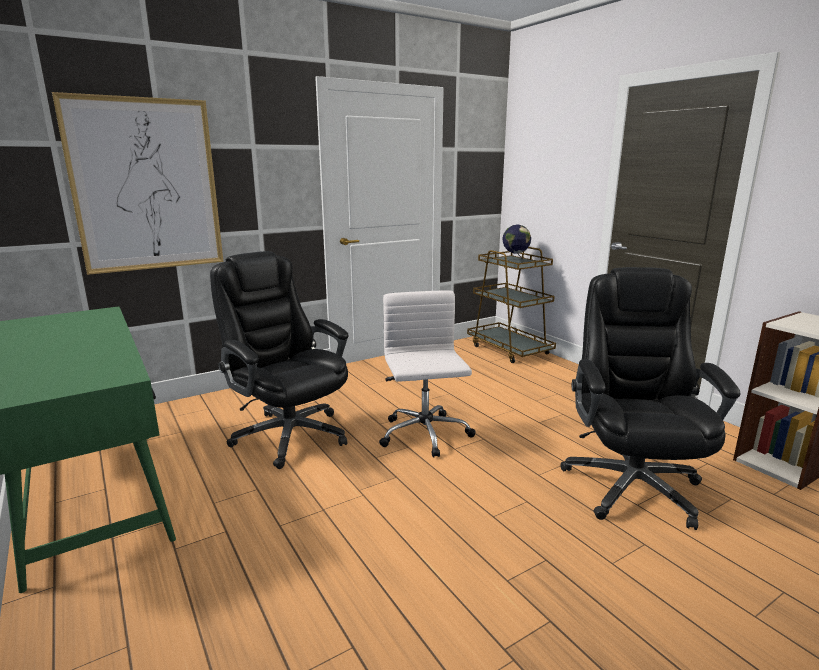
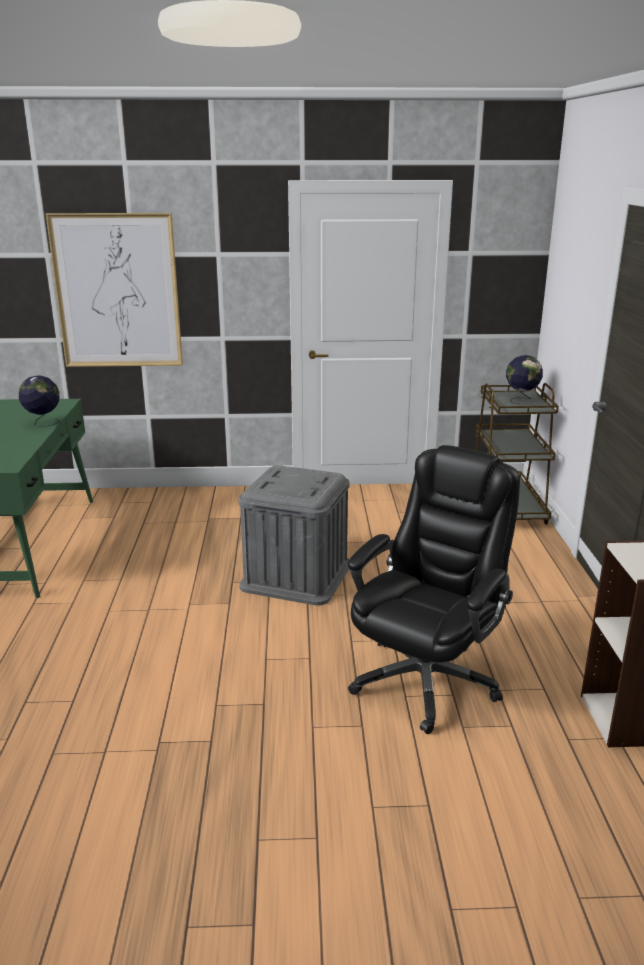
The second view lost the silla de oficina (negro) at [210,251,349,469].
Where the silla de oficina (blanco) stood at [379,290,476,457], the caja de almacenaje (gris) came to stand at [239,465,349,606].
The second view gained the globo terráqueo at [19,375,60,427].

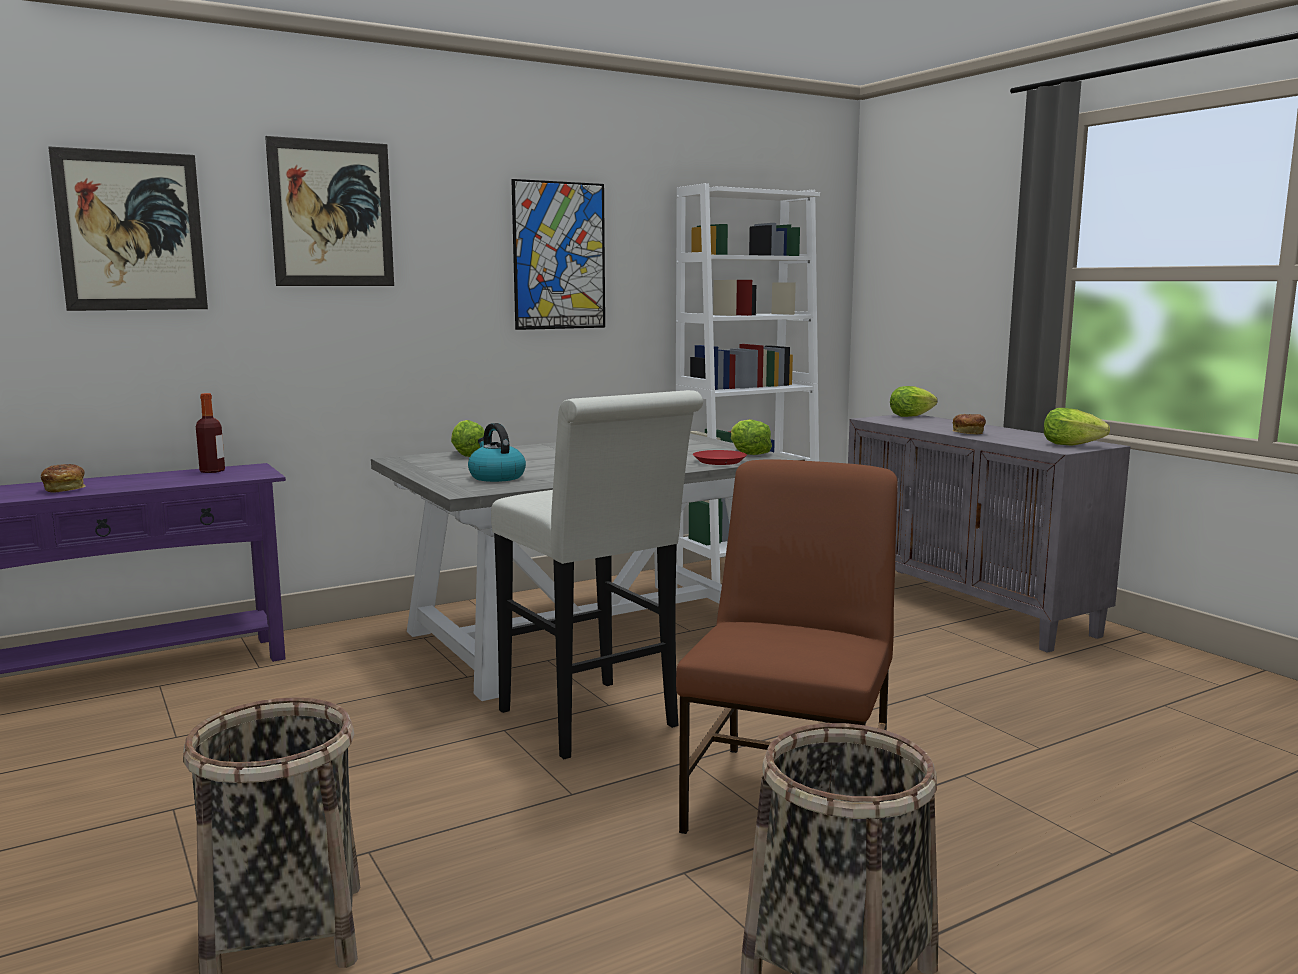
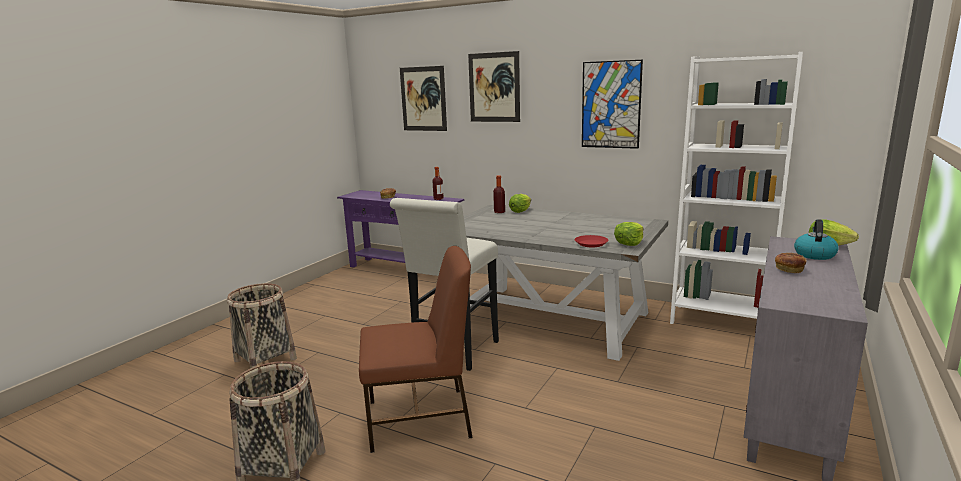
The second view lost the lechuga at [1044,408,1110,446].
The hervidor ended up elsewhere, having gone from [468,423,526,482] to [794,219,839,260].
The second view gained the botella at [493,175,505,213].

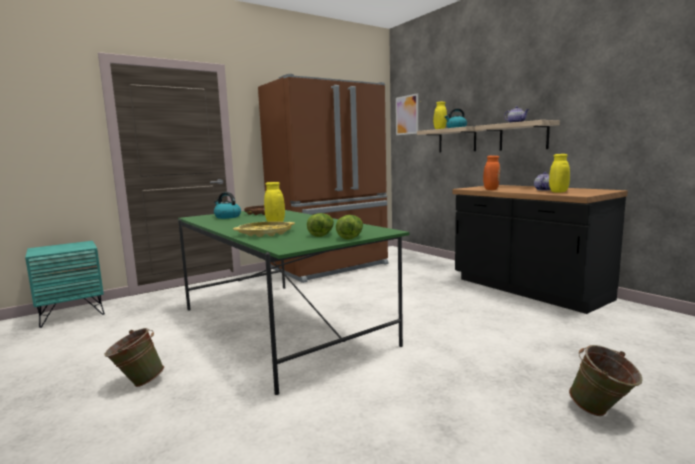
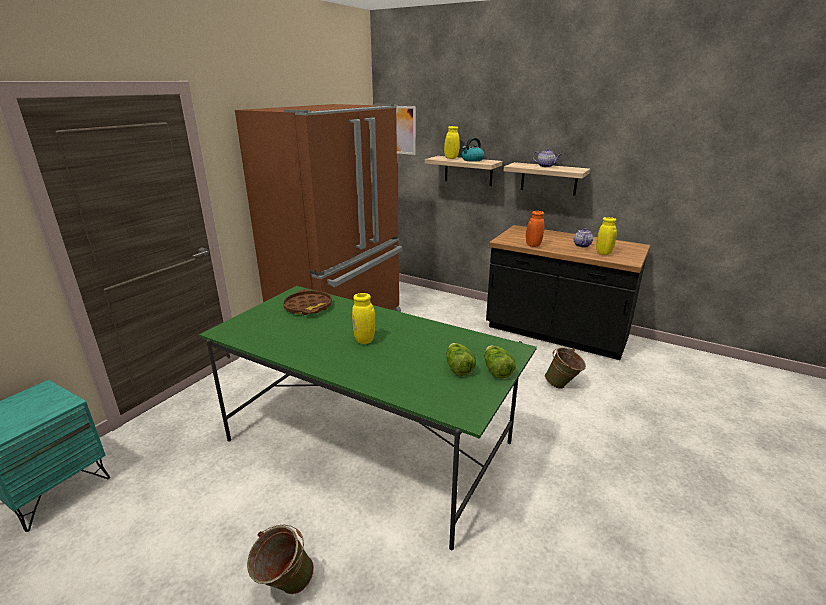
The second view lost the hervidor at [214,192,241,219].
The second view lost the bandeja (amarillo) at [233,221,295,237].
The cubo (verde) ended up elsewhere, having gone from [569,345,643,416] to [545,347,586,389].

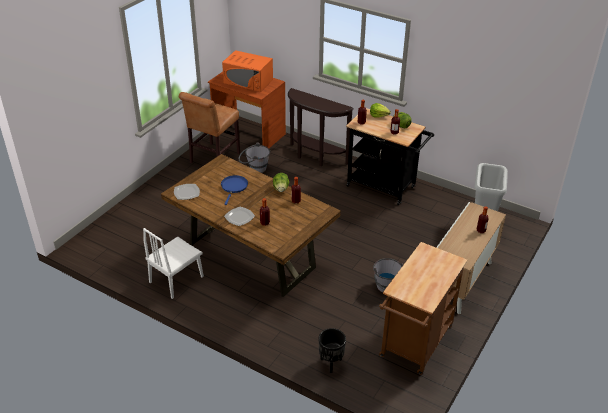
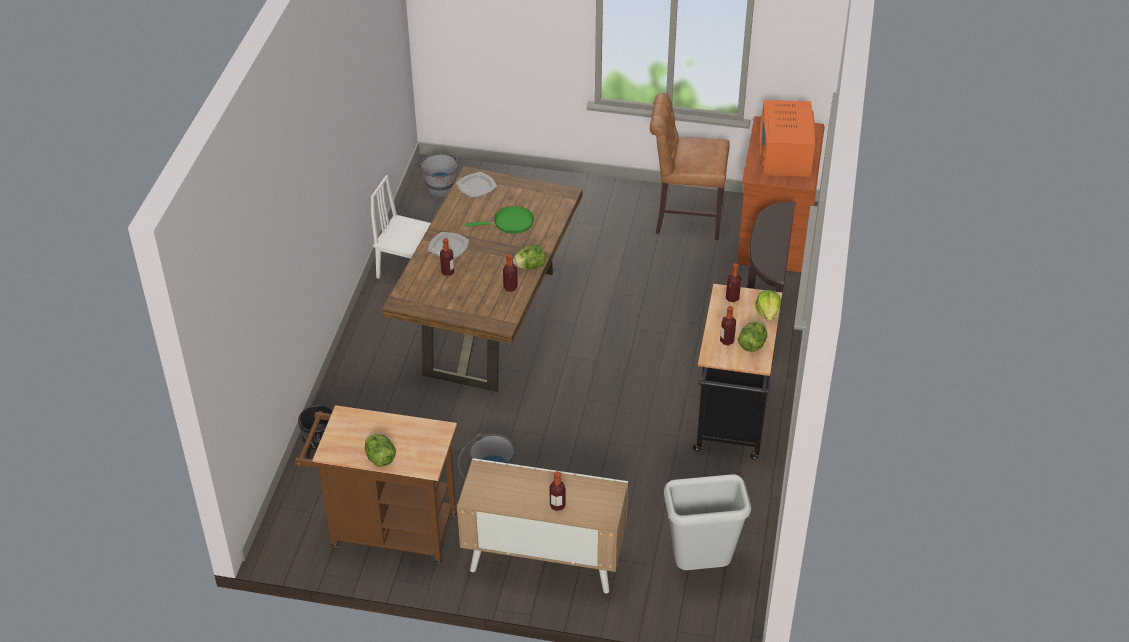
The cubo (gris) ended up elsewhere, having gone from [239,143,270,173] to [415,153,459,197].
What was the sartén (azul) at [221,175,248,205] turned into the sartén (verde) at [465,206,534,234].
The second view gained the lechuga at [365,433,396,467].

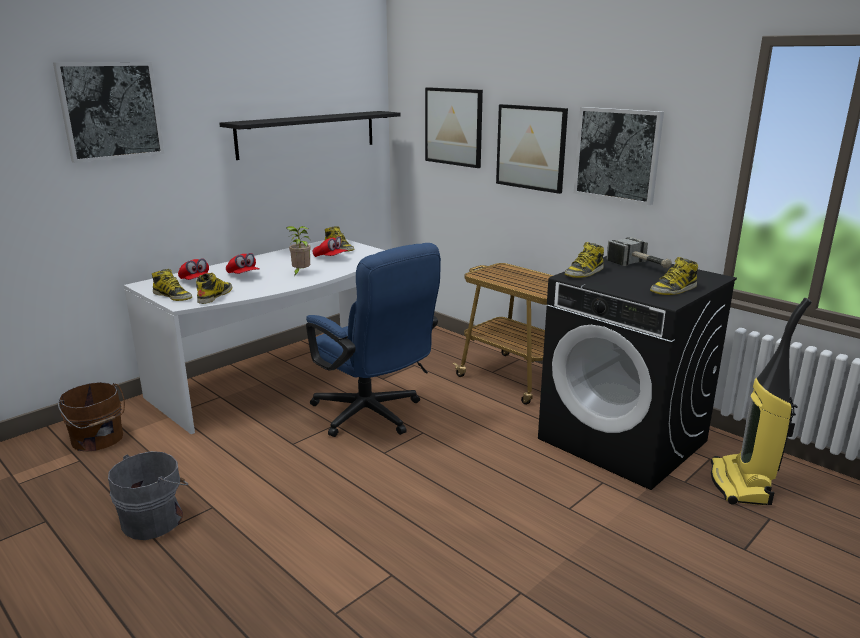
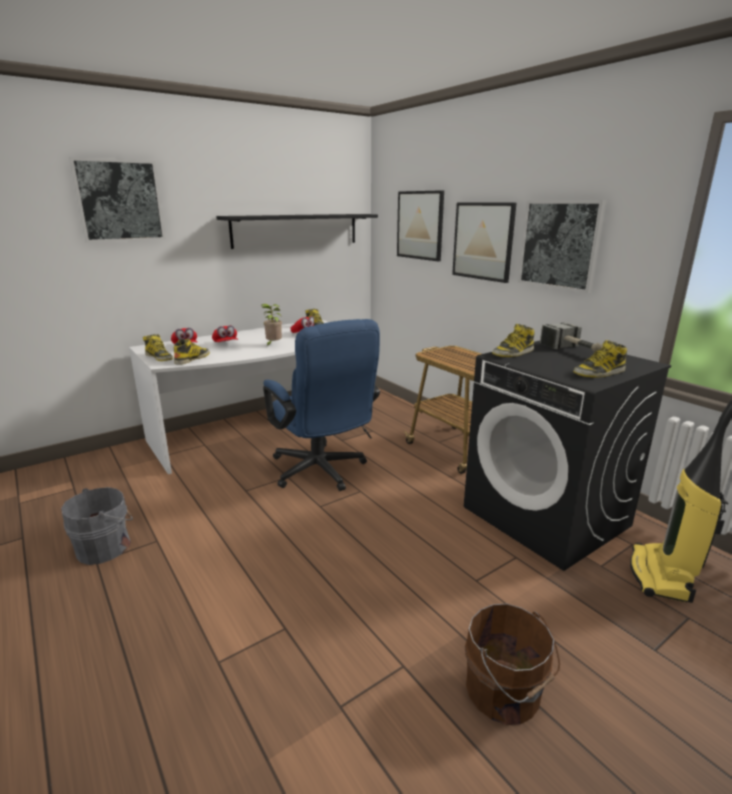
The cubo (marrón) ended up elsewhere, having gone from [58,382,125,452] to [465,604,560,725].

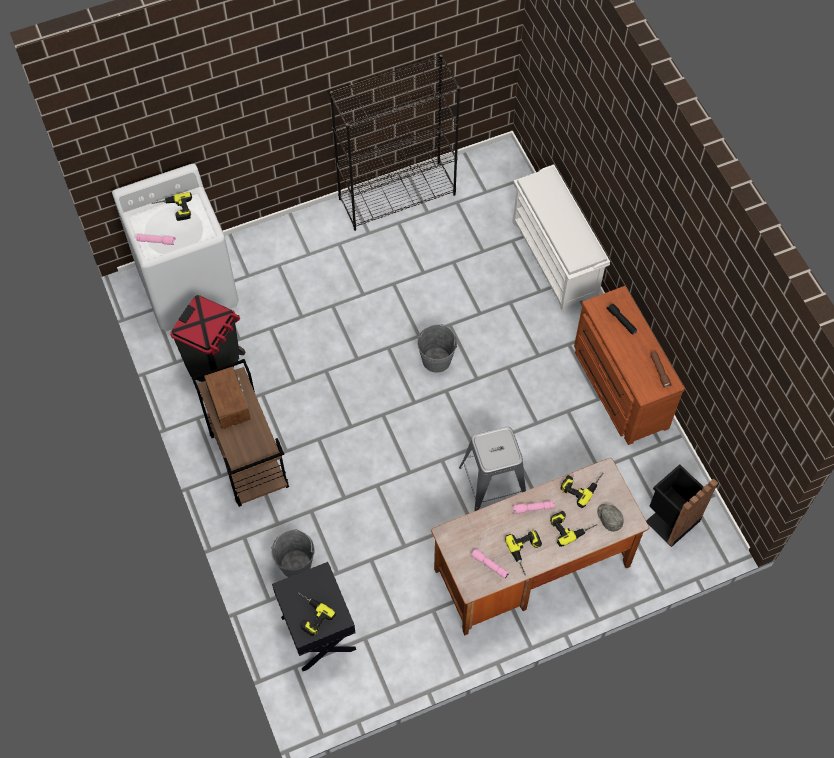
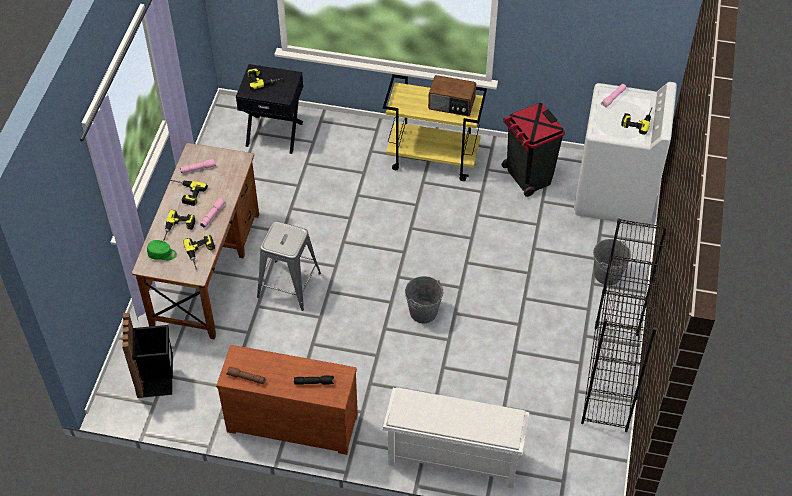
What was the carrito (marrón) at [192,359,289,507] turned into the carrito (amarillo) at [383,74,487,181].
What was the gorra (gris) at [597,504,624,531] turned into the gorra (verde) at [147,240,177,260].
The cubo (gris) ended up elsewhere, having gone from [271,529,315,577] to [593,239,631,285].

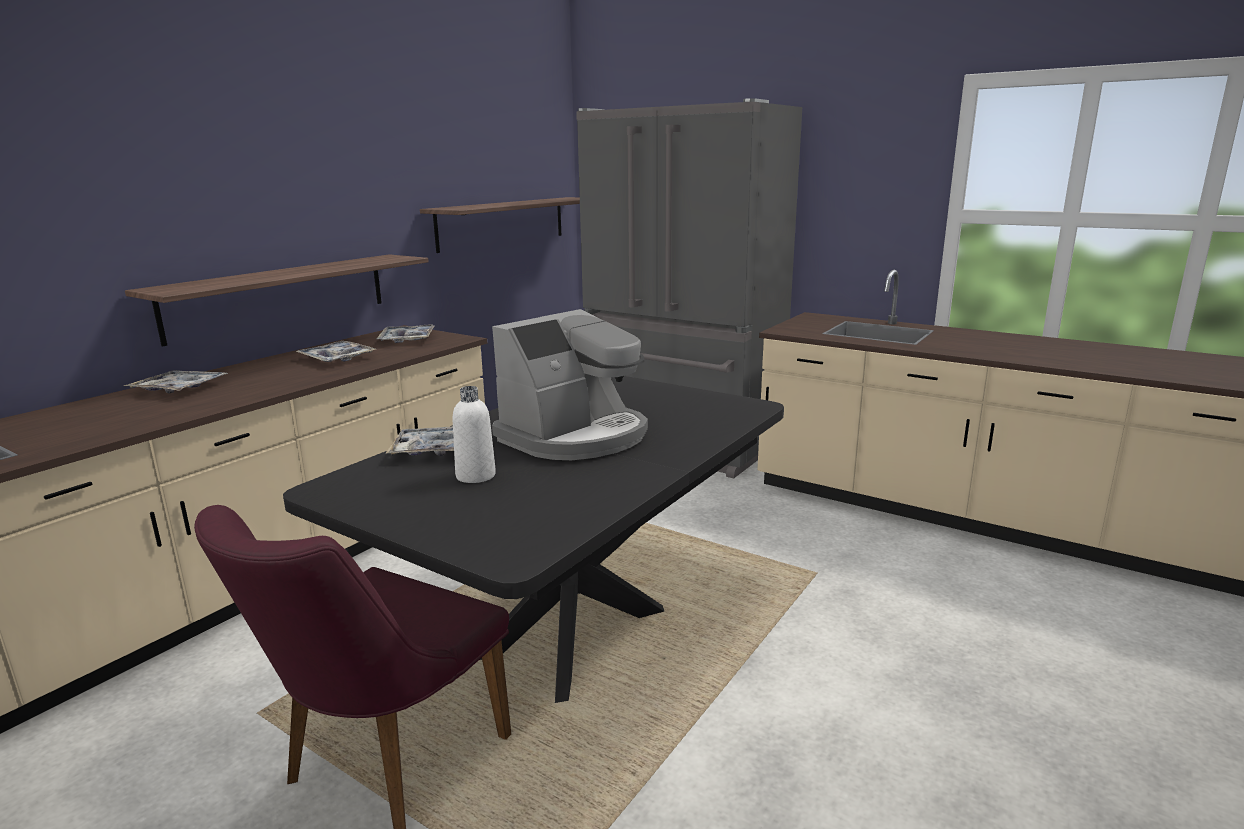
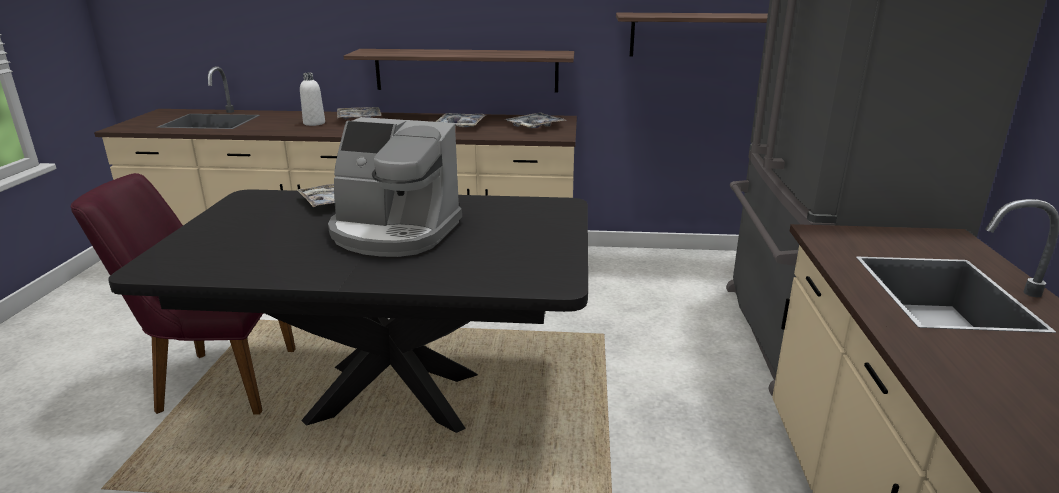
The botella (blanco) ended up elsewhere, having gone from [453,386,496,483] to [300,73,325,126].

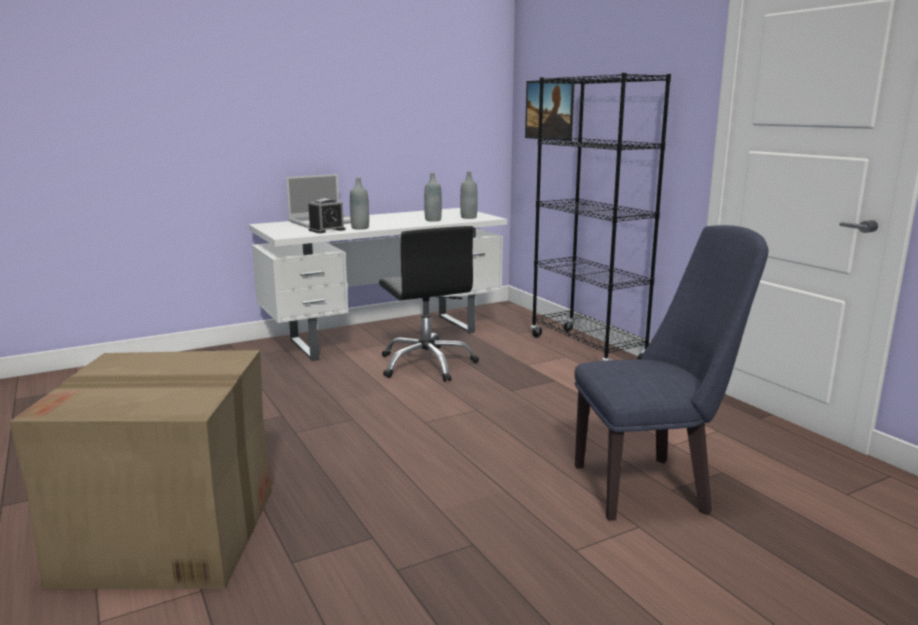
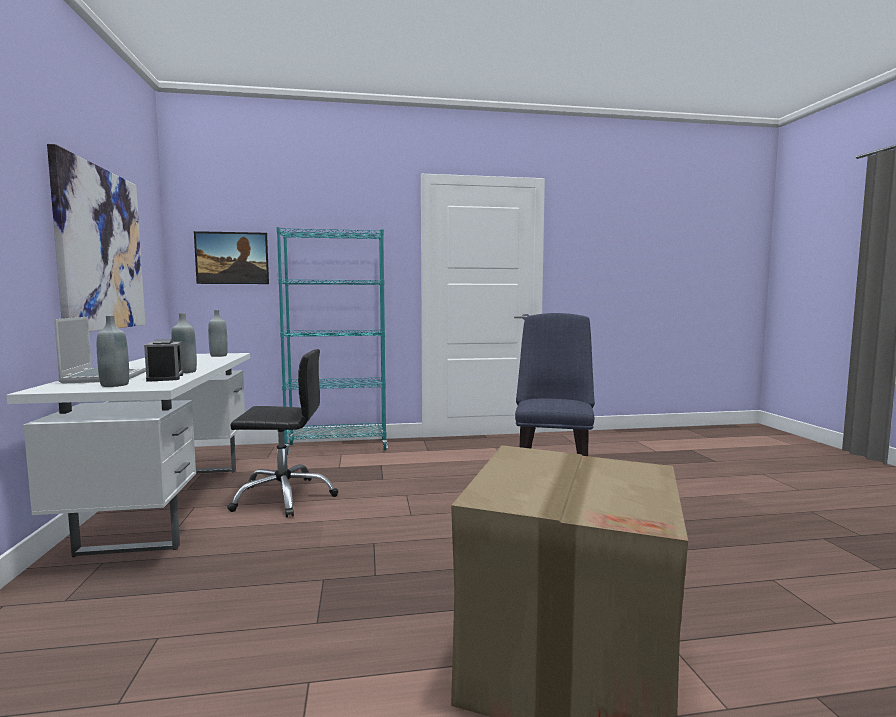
What was the estantería (negro) at [531,73,671,361] turned into the estantería (turquesa) at [276,227,388,455].
The botella (gris) ended up elsewhere, having gone from [424,173,442,221] to [97,316,129,387].
The second view gained the cuadro at [47,144,145,332].

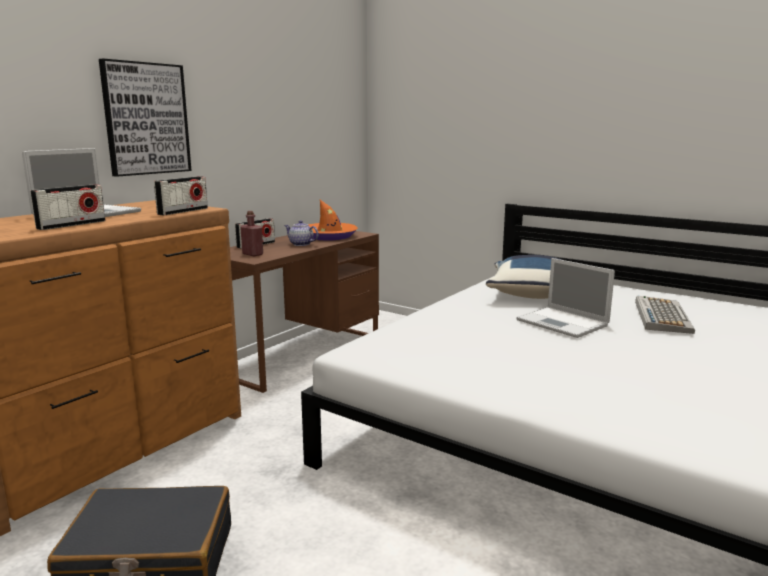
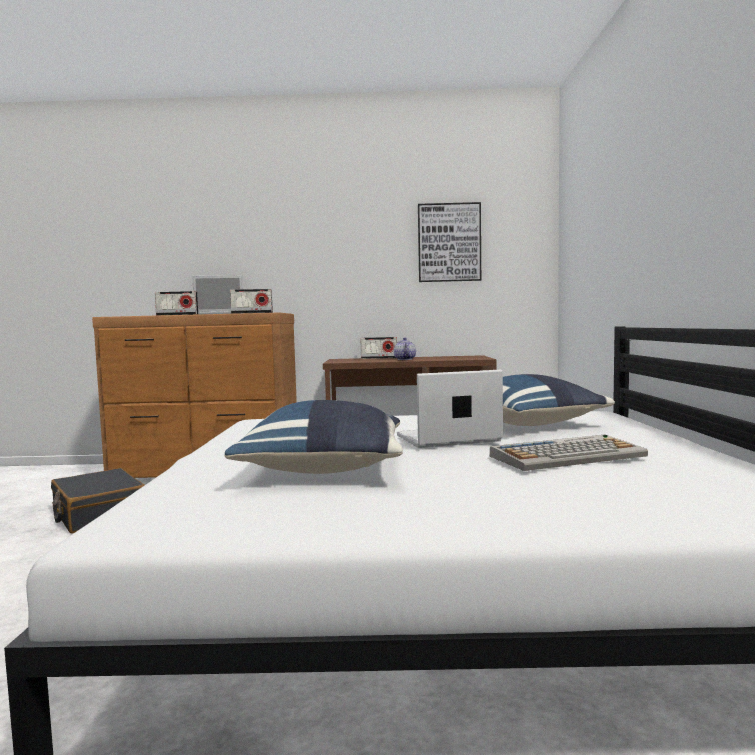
The cuadro ended up elsewhere, having gone from [99,59,191,177] to [418,202,481,282].
The second view lost the sombrero (naranja) at [309,200,358,240].
The second view lost the botella (rojo) at [240,211,263,256].
The portátil at [516,258,615,338] ended up facing another way, 60 degrees clockwise from before.
The second view gained the cojín (azul) at [225,400,403,474].

